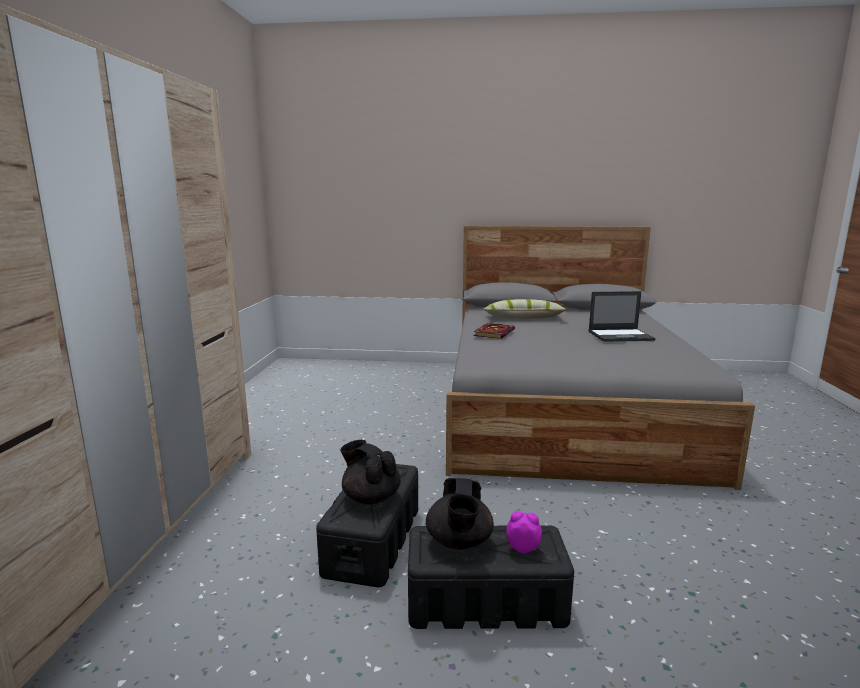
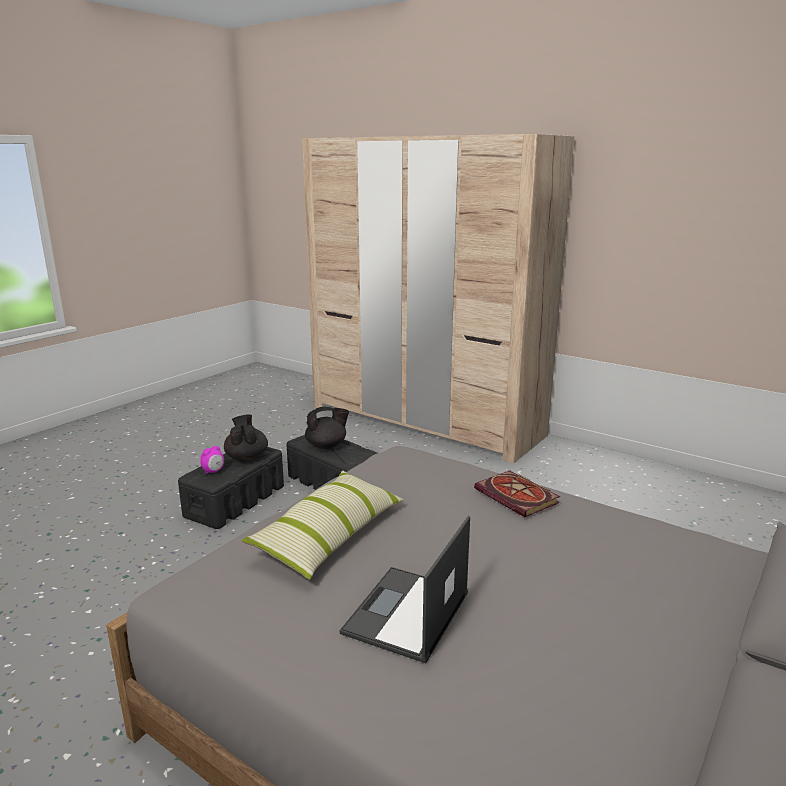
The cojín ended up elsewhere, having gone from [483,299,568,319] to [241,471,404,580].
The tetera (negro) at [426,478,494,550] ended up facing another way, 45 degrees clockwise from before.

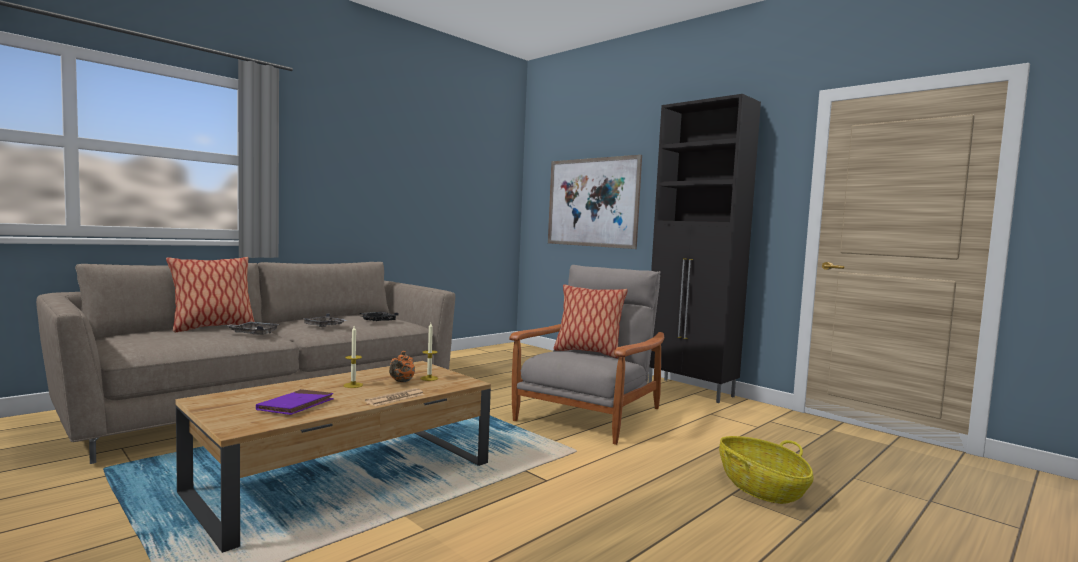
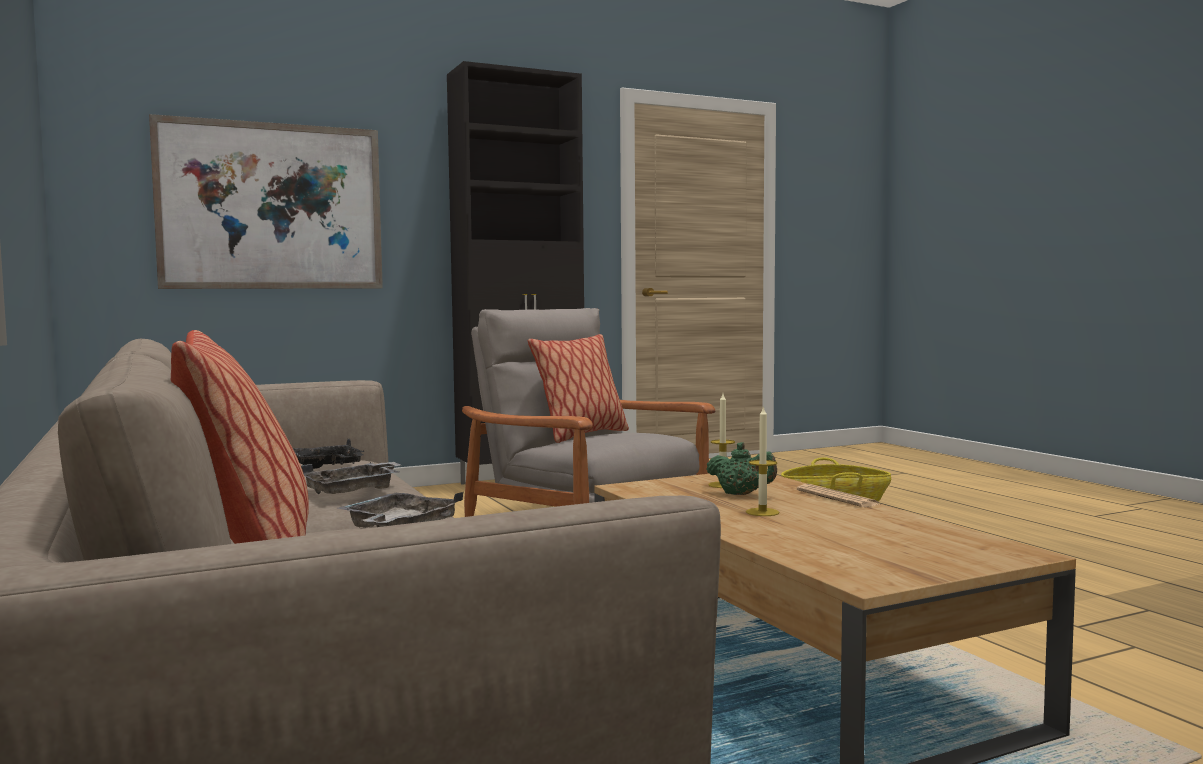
What was the tetera (naranja) at [389,351,415,382] turned into the tetera (verde) at [706,442,777,495].
The second view lost the libro (morado) at [256,389,334,415].

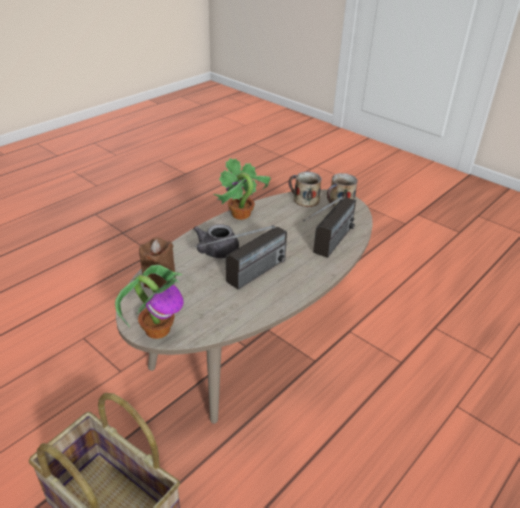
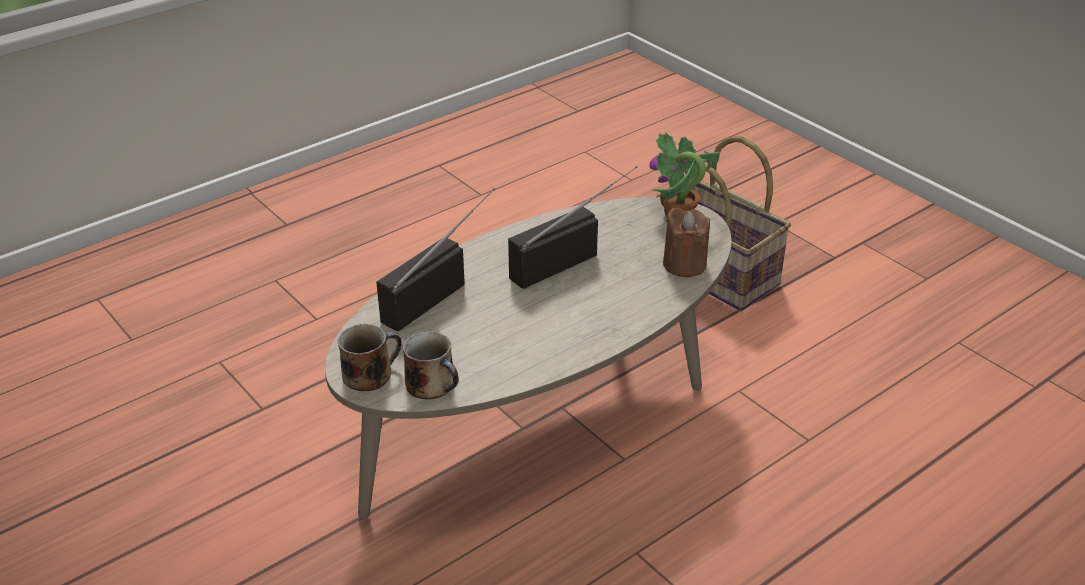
The second view lost the planta en maceta at [213,158,271,220].
The second view lost the tetera (gris) at [193,224,239,258].

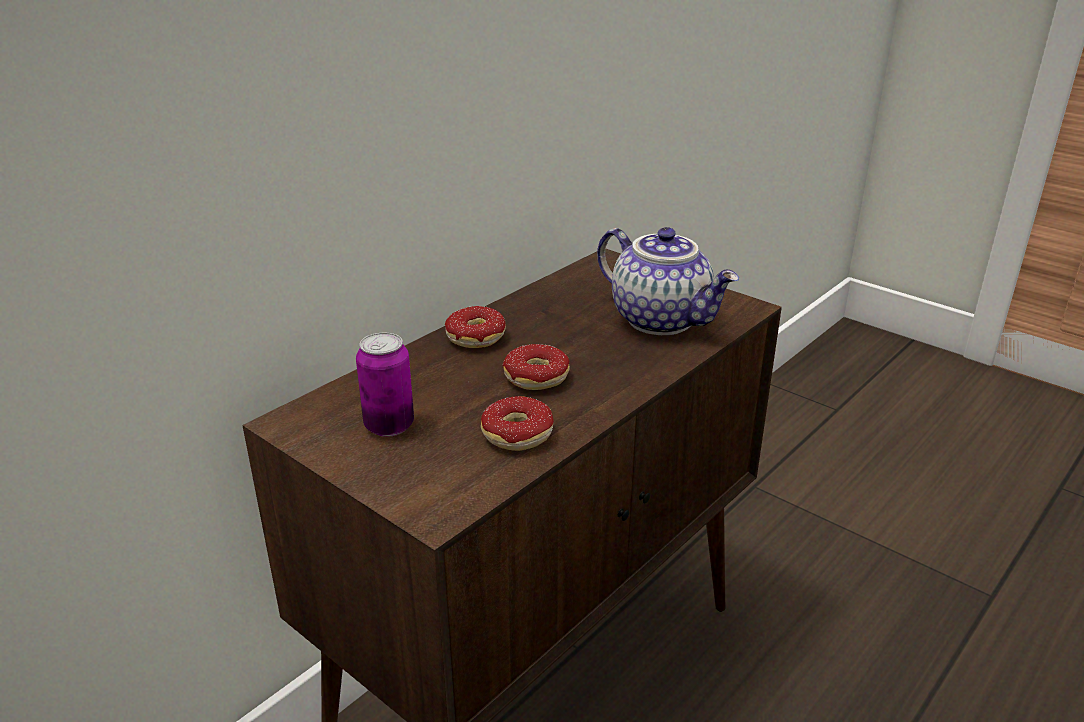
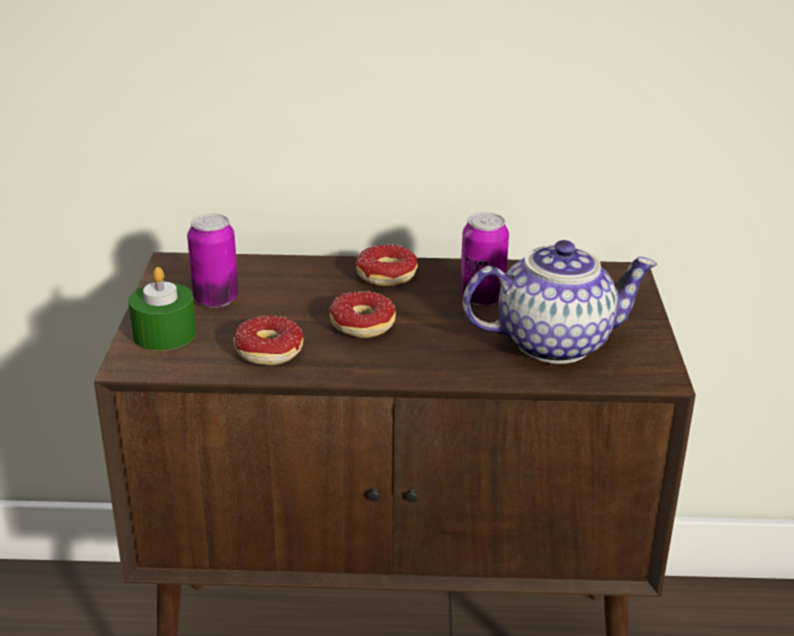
The tetera at [597,227,739,335] ended up facing another way, 105 degrees counterclockwise from before.
The second view gained the lata at [460,213,509,306].
The second view gained the vela (verde) at [128,267,196,351].

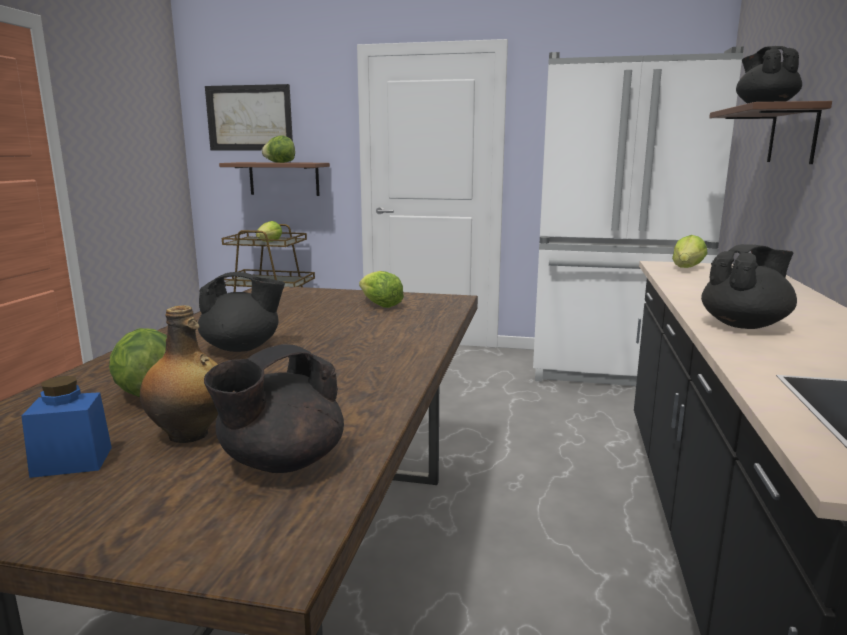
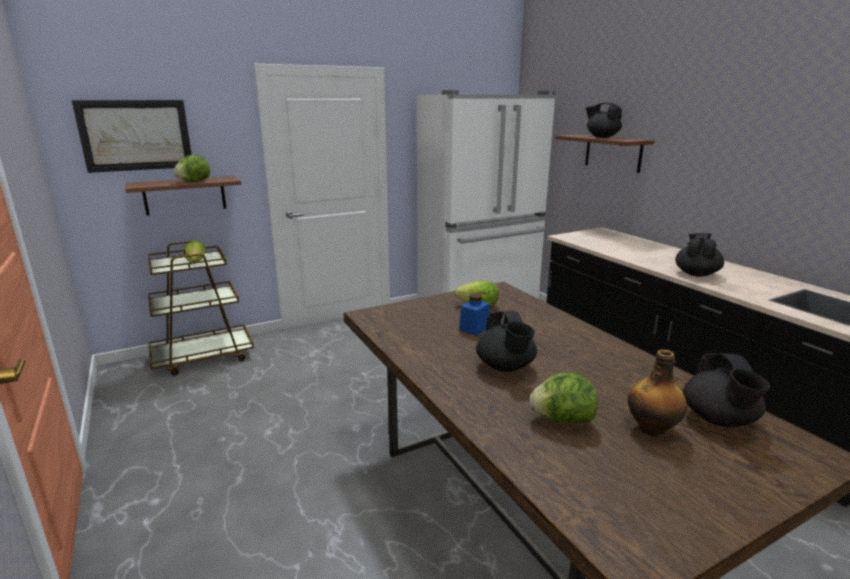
The second view lost the lechuga at [672,235,708,268].
The tetera (negro) at [198,272,285,352] ended up facing another way, 120 degrees clockwise from before.
The tarro (azul) ended up elsewhere, having gone from [21,376,112,478] to [459,293,490,336].

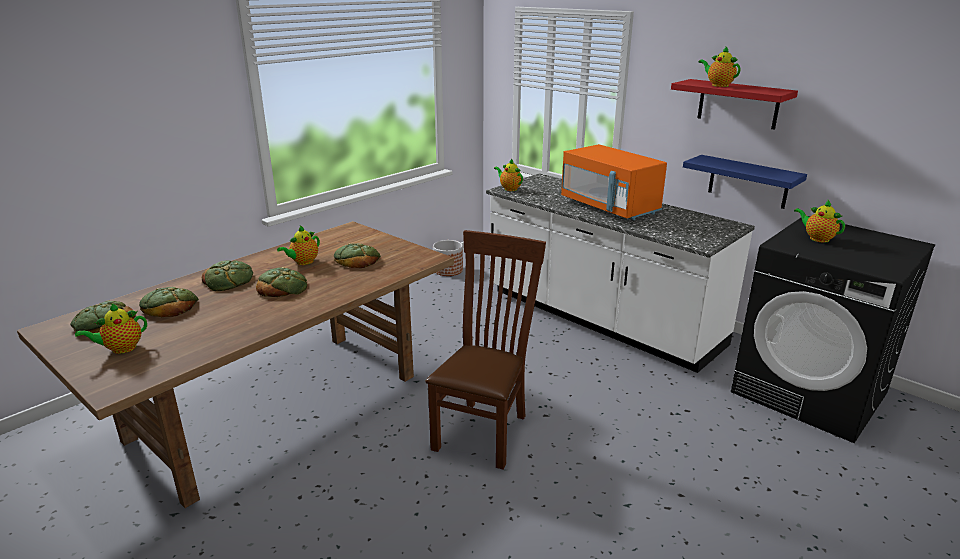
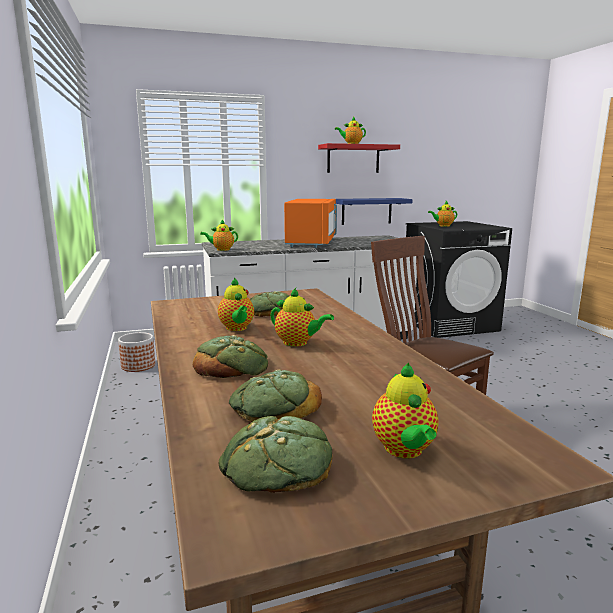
The microondas (naranja) at [561,144,667,220] ended up facing another way, 75 degrees counterclockwise from before.
Where the pan stood at [256,267,307,297], the tetera came to stand at [270,288,334,347].

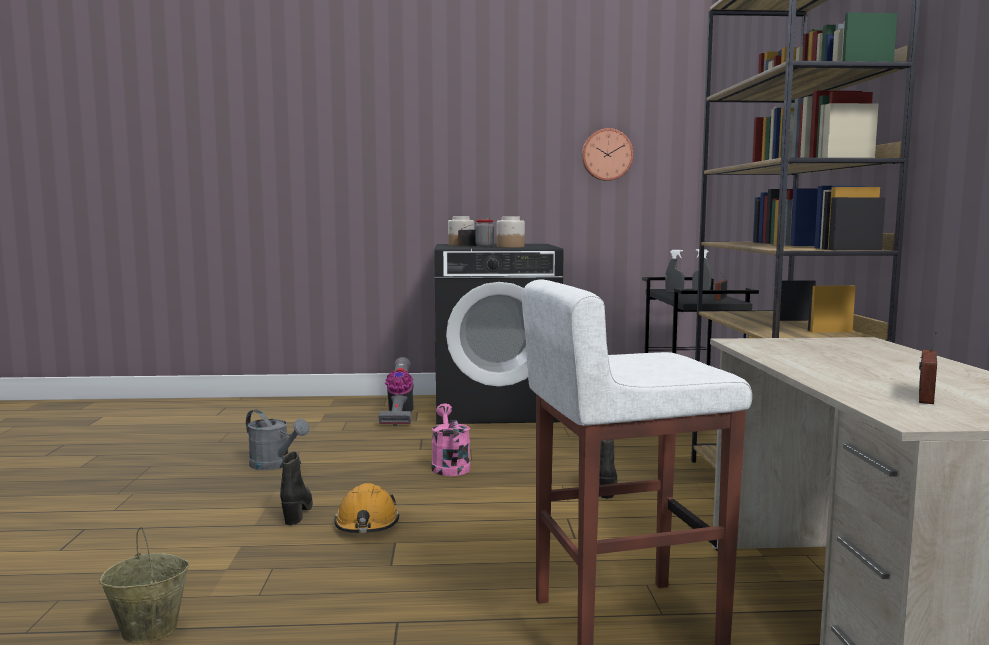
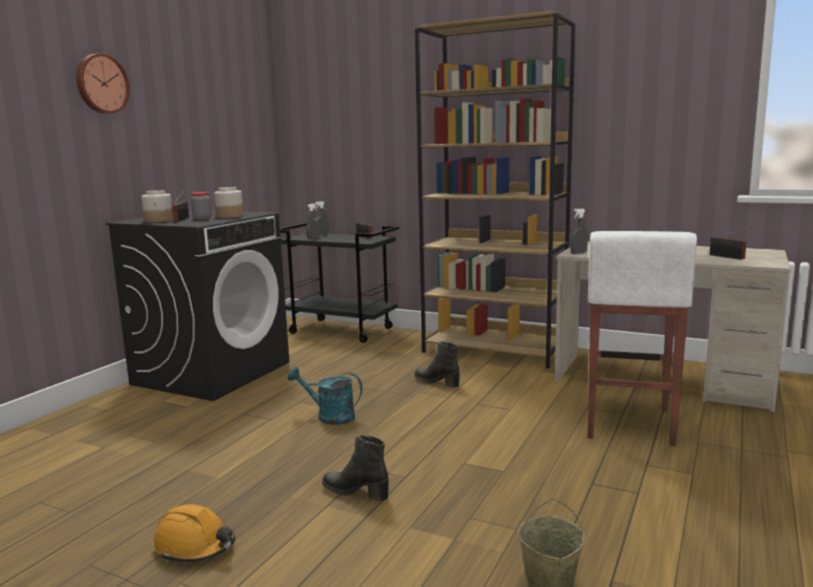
The reloj de pared ended up elsewhere, having gone from [582,128,634,181] to [76,53,130,114].
The second view lost the aspiradora at [378,357,414,426].
What was the regadera (rosa) at [431,403,470,476] turned into the regadera (turquesa) at [287,367,363,425].
The second view lost the regadera (gris) at [246,409,310,470].
The casco (naranja) ended up elsewhere, having gone from [334,483,399,533] to [153,504,235,562].
The second view gained the pulverizador (gris) at [570,208,588,254].

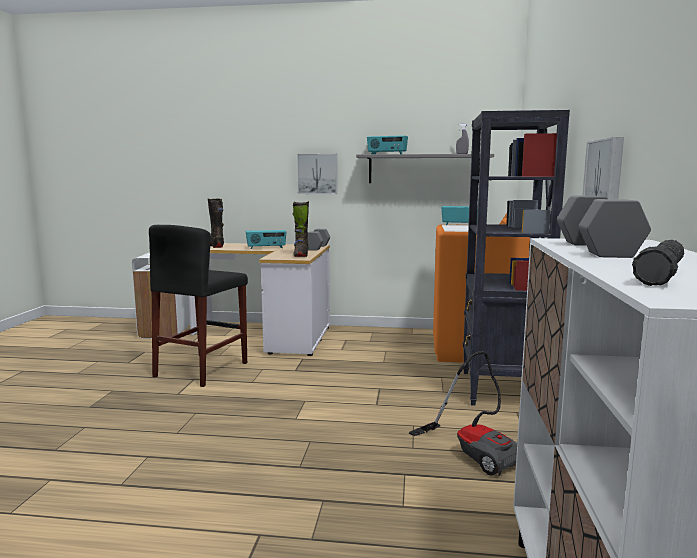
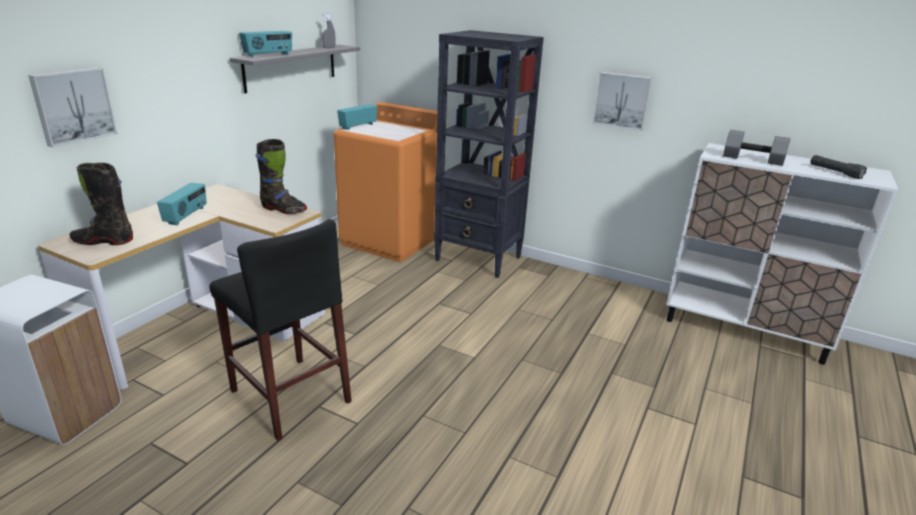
The cuadro ended up elsewhere, having gone from [297,154,337,194] to [28,67,117,148].
The second view lost the mancuerna (gris) at [308,229,330,251].
The second view lost the aspiradora at [409,351,517,476].

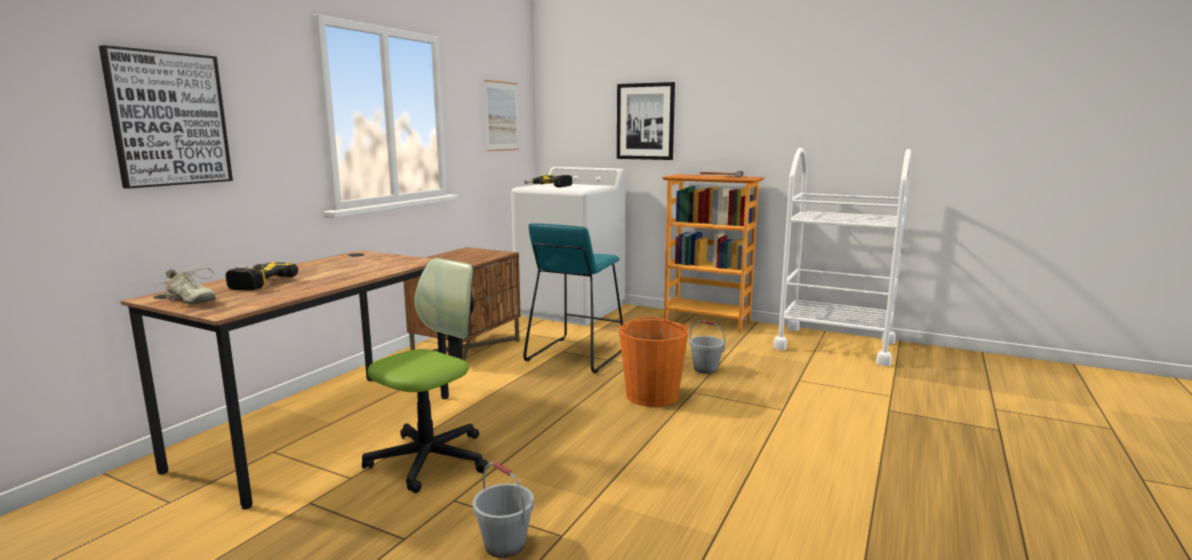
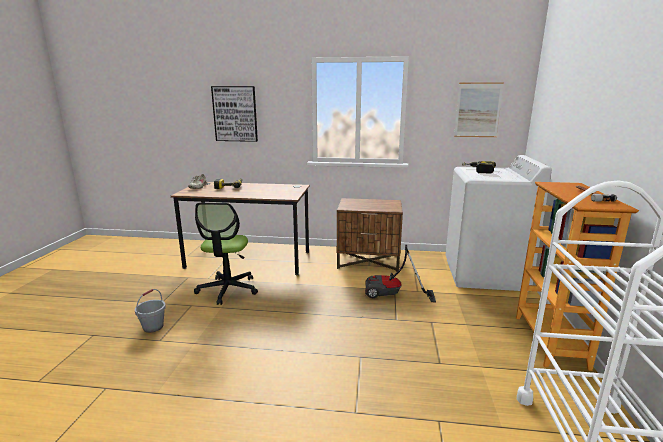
The second view lost the cuadro at [617,82,675,160].
Where the taburete (turquesa) stood at [523,223,623,373], the aspiradora came to stand at [365,245,436,303].
The silla de oficina at [362,258,489,493] ended up facing another way, 75 degrees clockwise from before.
The second view lost the cubo (naranja) at [619,317,689,407].
The second view lost the cubo (gris) at [689,320,725,374].

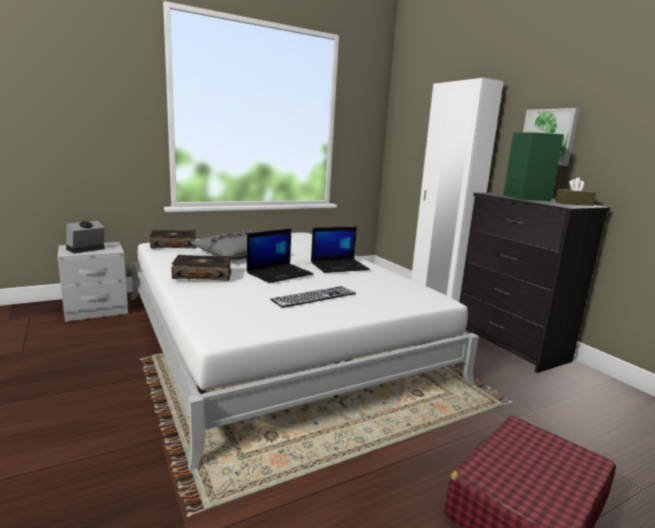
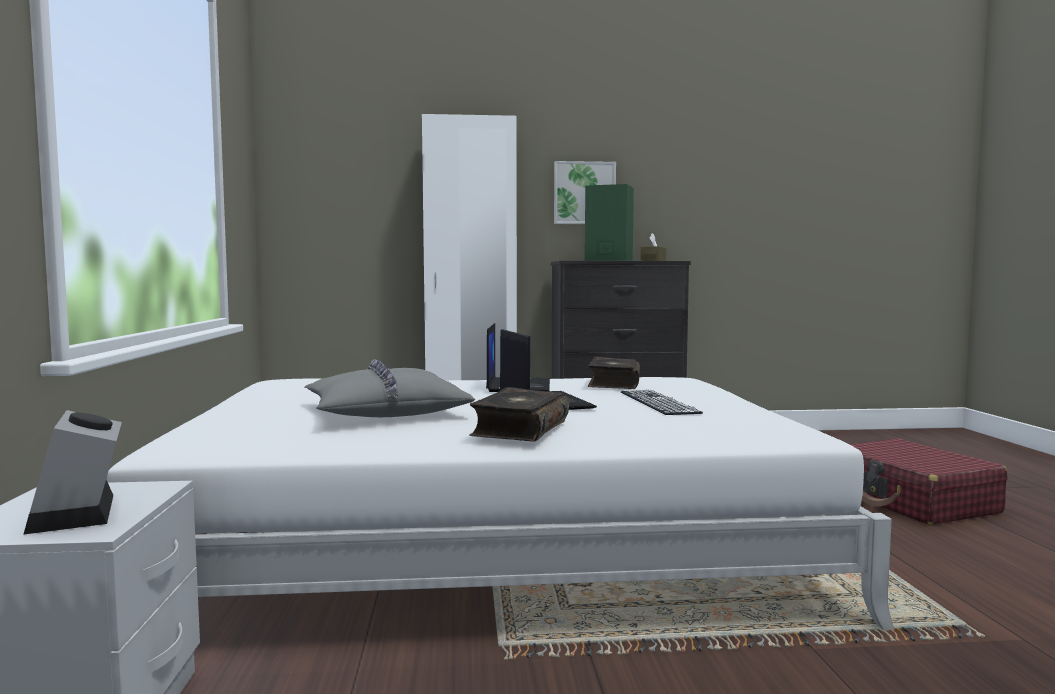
The libro ended up elsewhere, having gone from [150,230,196,248] to [588,357,640,389].

